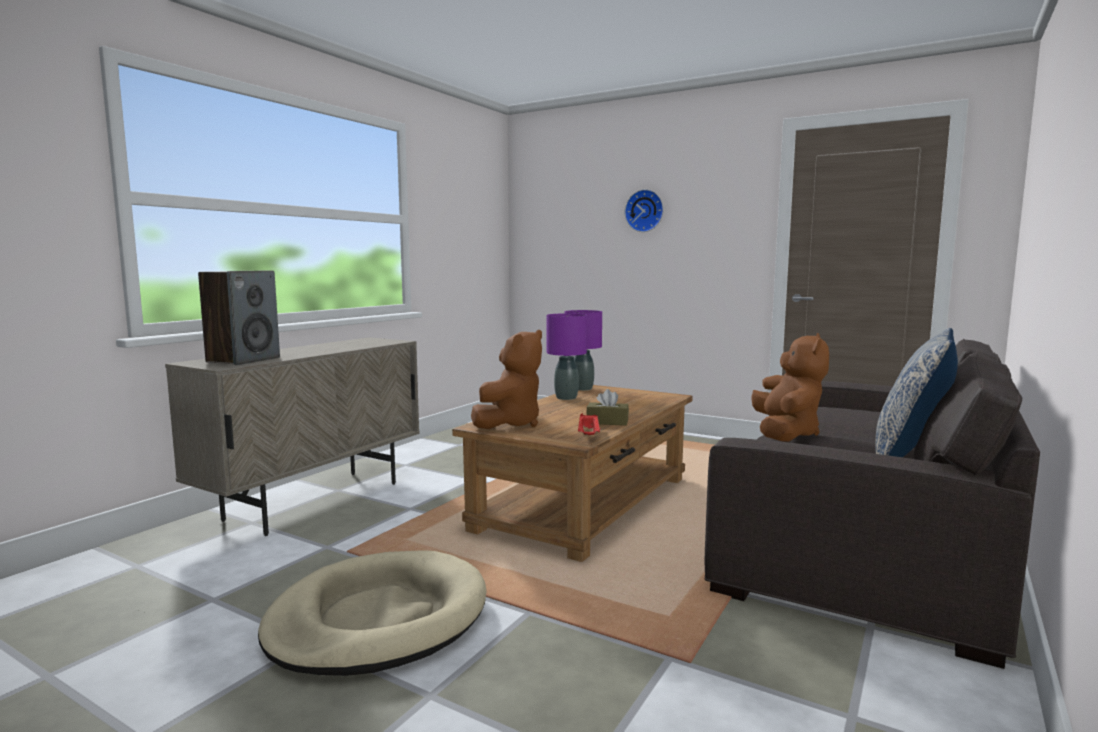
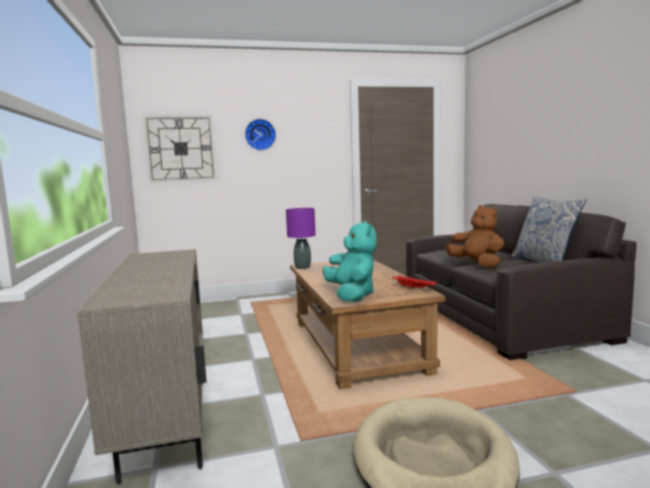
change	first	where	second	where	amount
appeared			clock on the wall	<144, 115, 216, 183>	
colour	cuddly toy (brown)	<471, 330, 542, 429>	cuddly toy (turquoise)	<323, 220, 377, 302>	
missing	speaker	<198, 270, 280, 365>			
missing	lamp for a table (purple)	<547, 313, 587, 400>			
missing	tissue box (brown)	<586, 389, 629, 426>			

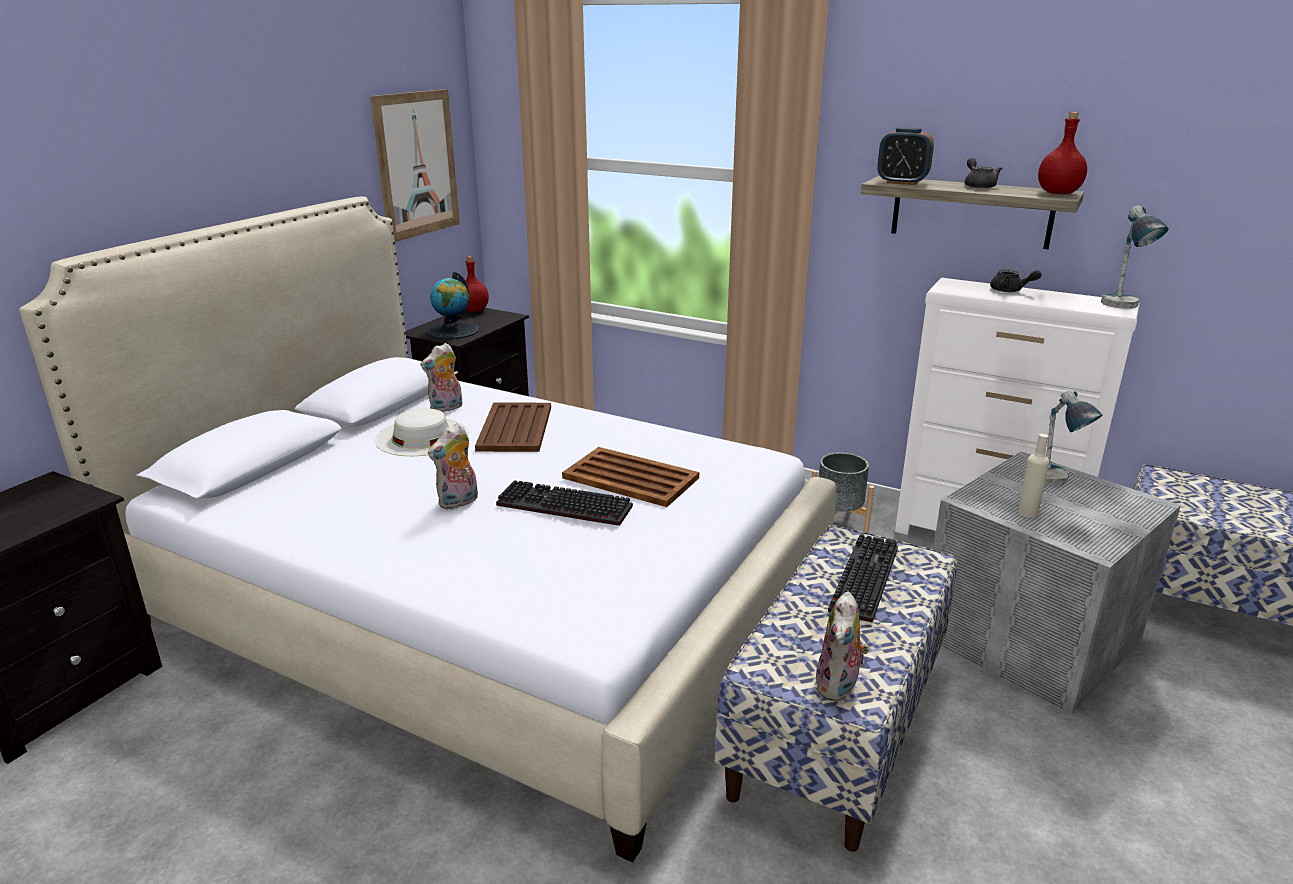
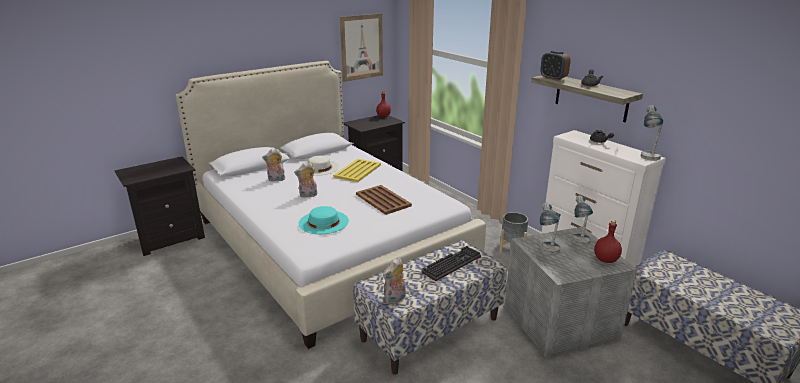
change	first	where	second	where	amount
relocated	cuddly toy	<420, 343, 463, 412>		<262, 149, 285, 182>	
appeared			clothing hat (turquoise)	<298, 206, 349, 234>	
colour	serving tray (brown)	<475, 402, 551, 452>	serving tray (yellow)	<333, 159, 381, 182>	
exchanged	drink bottle (beige)	<1017, 434, 1049, 518>	lamp for a table	<540, 203, 560, 255>	
relocated	drink bottle (red-coloured)	<1038, 112, 1087, 194>		<594, 220, 622, 263>	
missing	desk globe	<426, 272, 479, 339>			
missing	keyboard	<496, 481, 633, 526>			

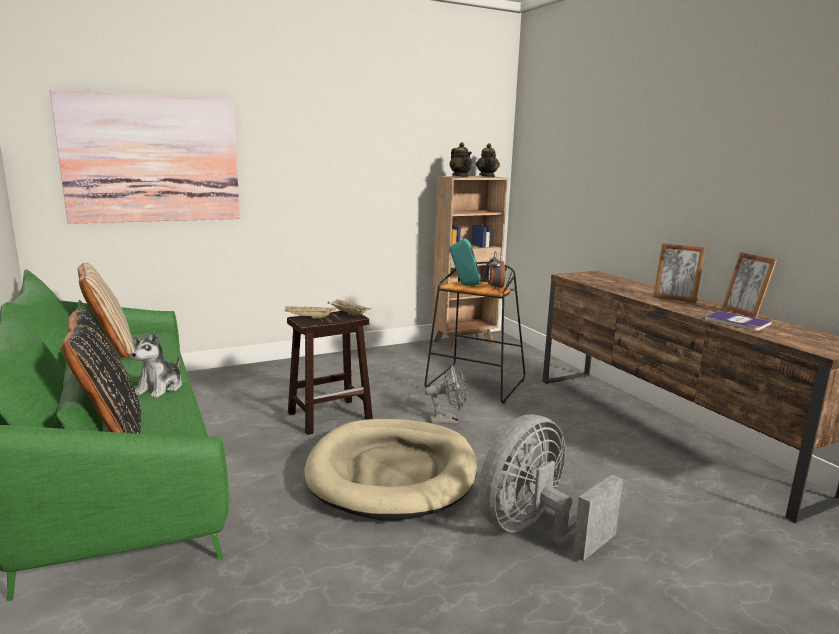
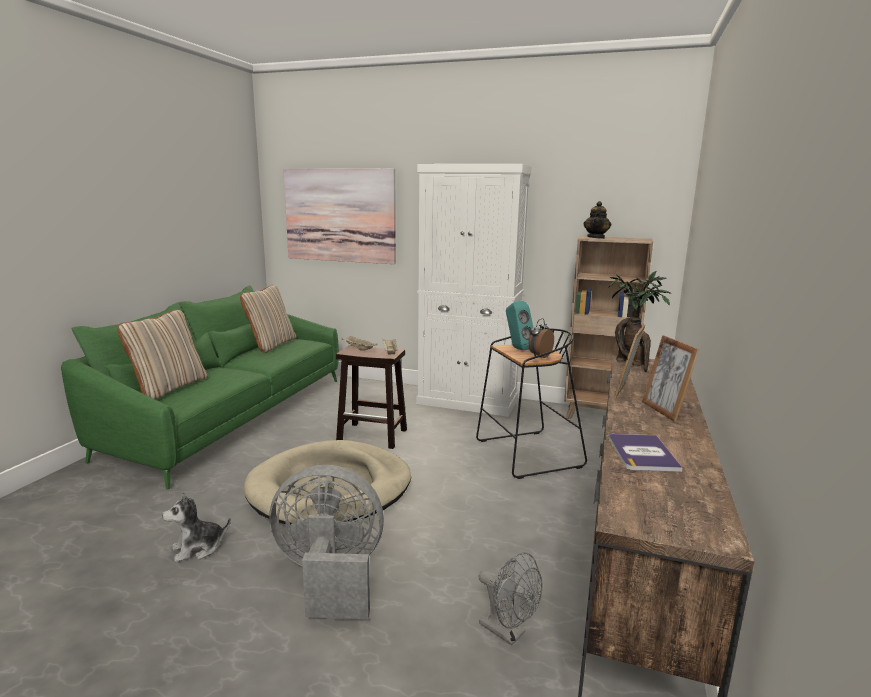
change	first	where	second	where	amount
colour	cushion (black)	<62, 309, 142, 434>	cushion (beige)	<117, 310, 207, 400>	
relocated	cuddly toy	<132, 331, 182, 398>		<162, 492, 231, 562>	
appeared			cupboard (white-coloured)	<416, 164, 531, 417>	
relocated	cooling fan (gray)	<425, 364, 467, 424>		<479, 552, 542, 645>	
appeared			houseplant	<608, 271, 671, 372>	
relocated	standing frame	<722, 252, 777, 318>		<614, 325, 645, 399>	
missing	tea pot	<476, 143, 500, 177>			

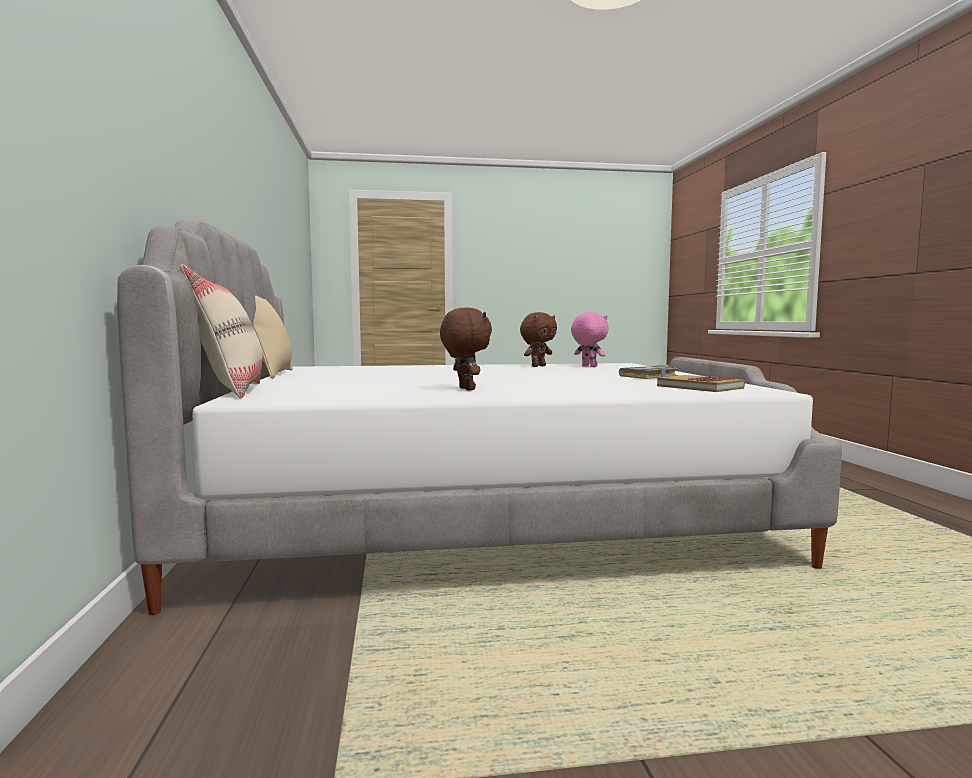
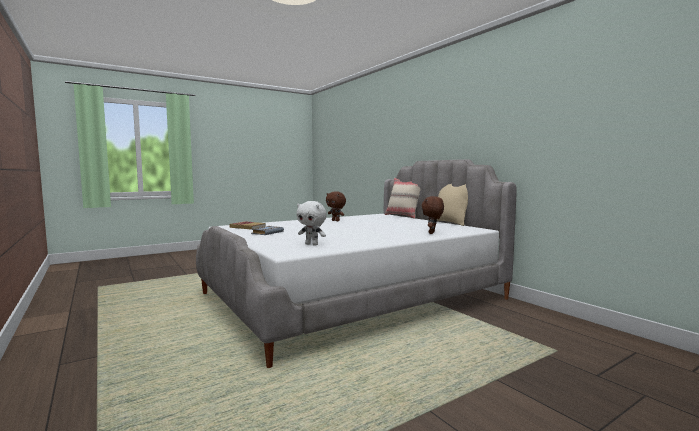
change	first	where	second	where	amount
colour	cuddly toy (pinkish)	<571, 312, 609, 367>	cuddly toy (white-coloured)	<297, 201, 327, 245>	
relocated	cuddly toy (brown)	<520, 312, 557, 367>		<421, 196, 444, 234>	

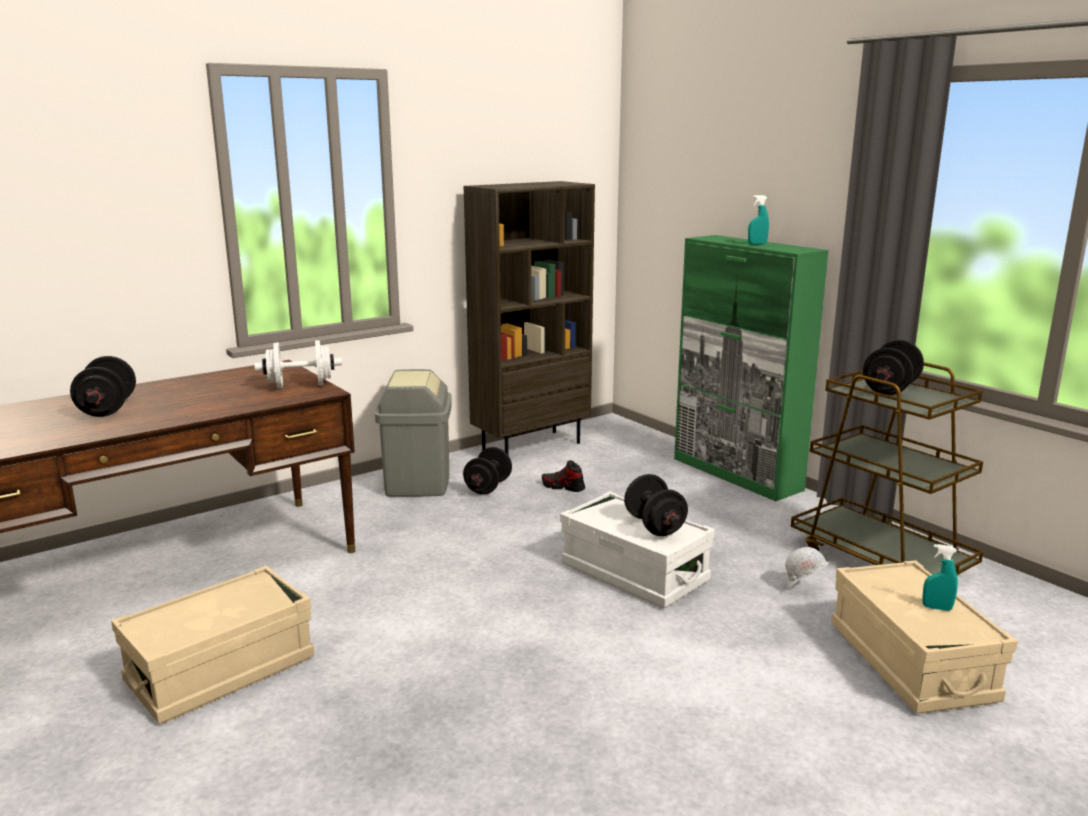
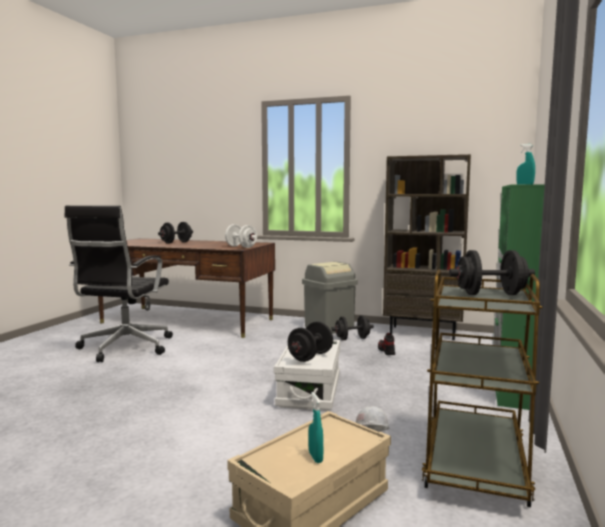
change	first	where	second	where	amount
exchanged	storage container (beige)	<111, 566, 314, 724>	desk chair (black)	<64, 205, 173, 362>	

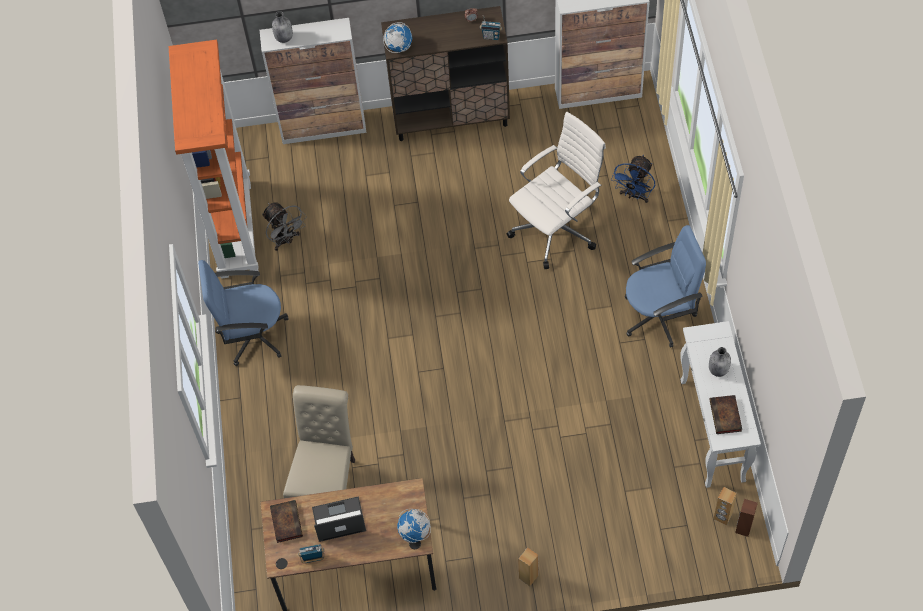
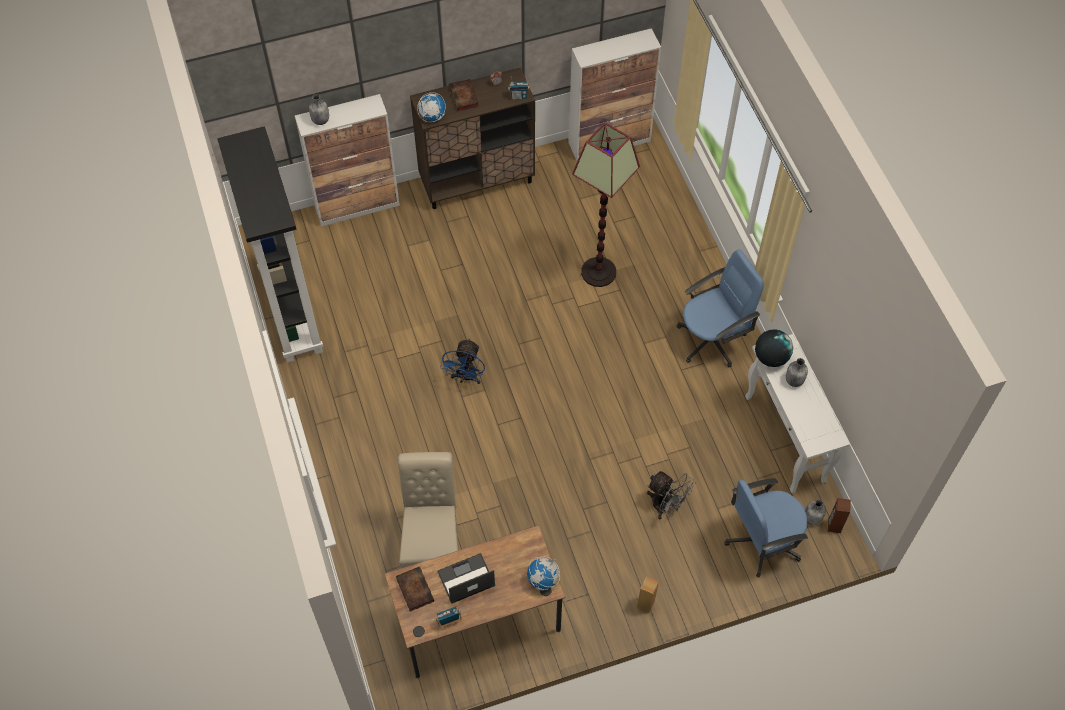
change	first	where	second	where	amount
colour	shelving unit (orangey)	<169, 40, 259, 279>	shelving unit (black)	<217, 126, 323, 362>	
relocated	cooling fan (bluish)	<611, 155, 655, 203>		<440, 338, 485, 384>	
relocated	volume	<709, 395, 742, 434>		<449, 79, 479, 111>	
exchanged	desk chair (white-coloured)	<507, 112, 606, 269>	floor lamp	<572, 122, 640, 287>	
relocated	cooling fan (gray)	<262, 202, 307, 251>		<647, 471, 695, 519>	
relocated	desk chair (bluish)	<198, 260, 289, 366>		<724, 478, 808, 578>	
appeared			desk globe	<755, 329, 793, 367>	
exchanged	speaker (brown)	<714, 487, 737, 525>	drink bottle (gray)	<805, 499, 826, 525>	

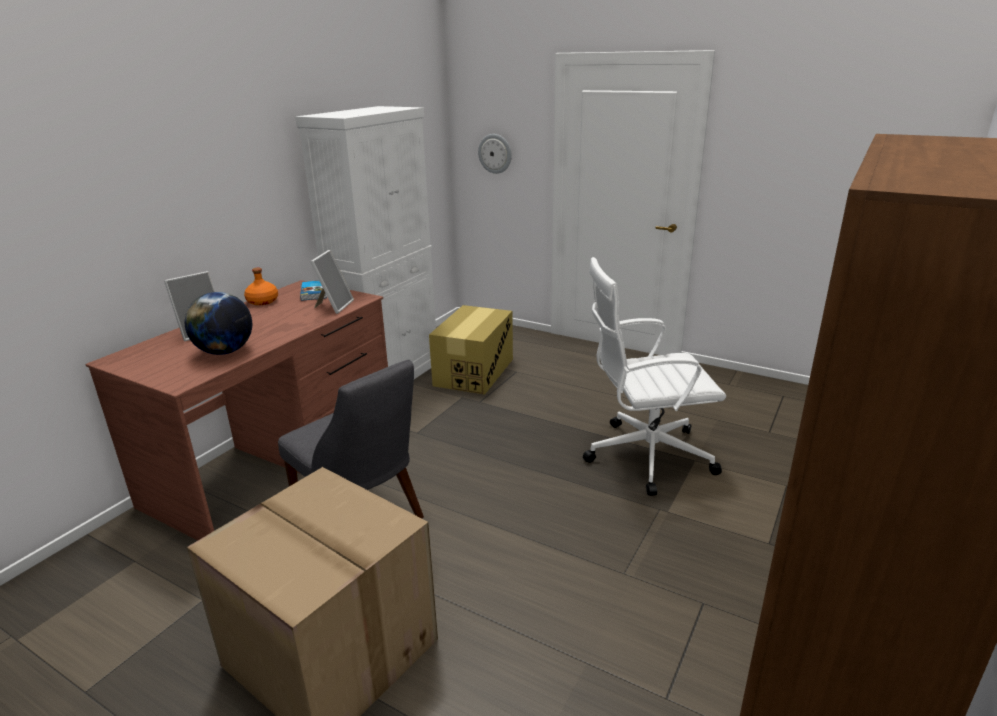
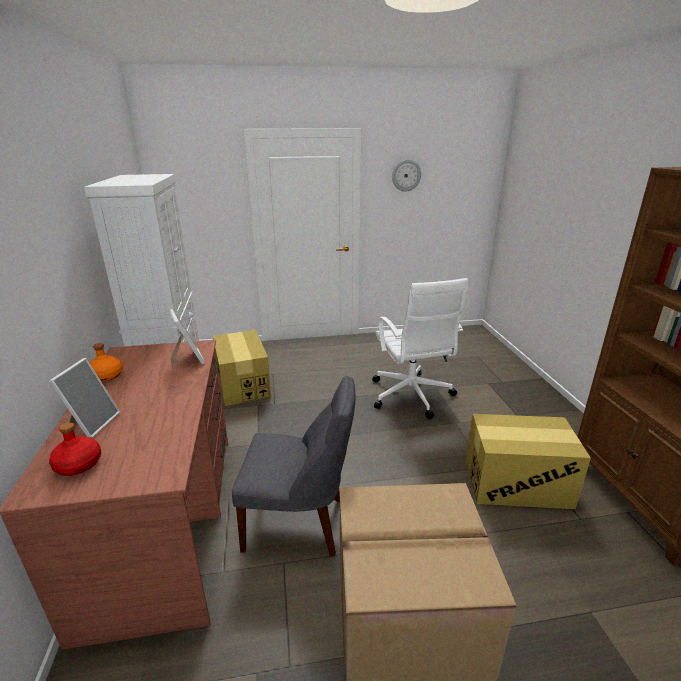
change	first	where	second	where	amount
appeared			drink bottle (red-coloured)	<49, 422, 101, 476>	
spun	desk chair (white-coloured)	<583, 257, 726, 496>		<372, 278, 468, 419>	60 degrees counterclockwise
relocated	clock on the wall	<478, 134, 512, 174>		<392, 160, 421, 192>	
appeared			cardboard box	<466, 414, 591, 509>	
missing	desk globe	<185, 292, 252, 355>			
missing	volume	<300, 281, 327, 301>			

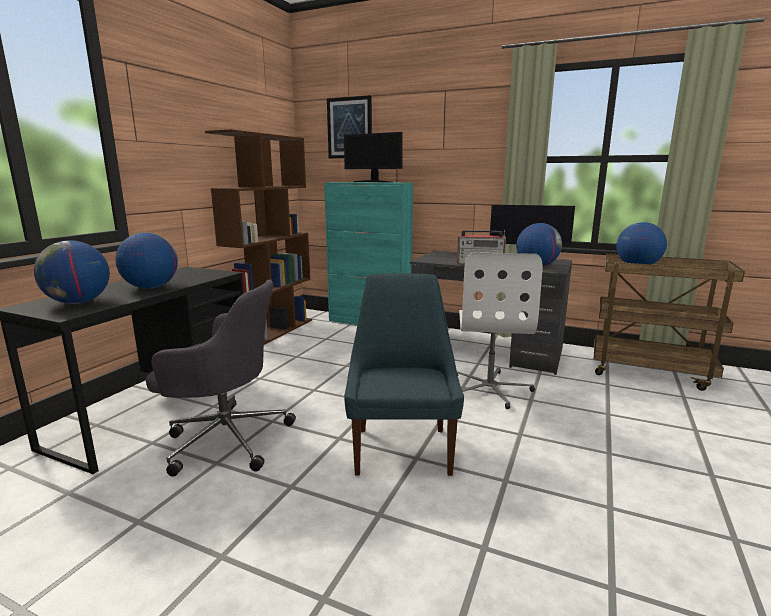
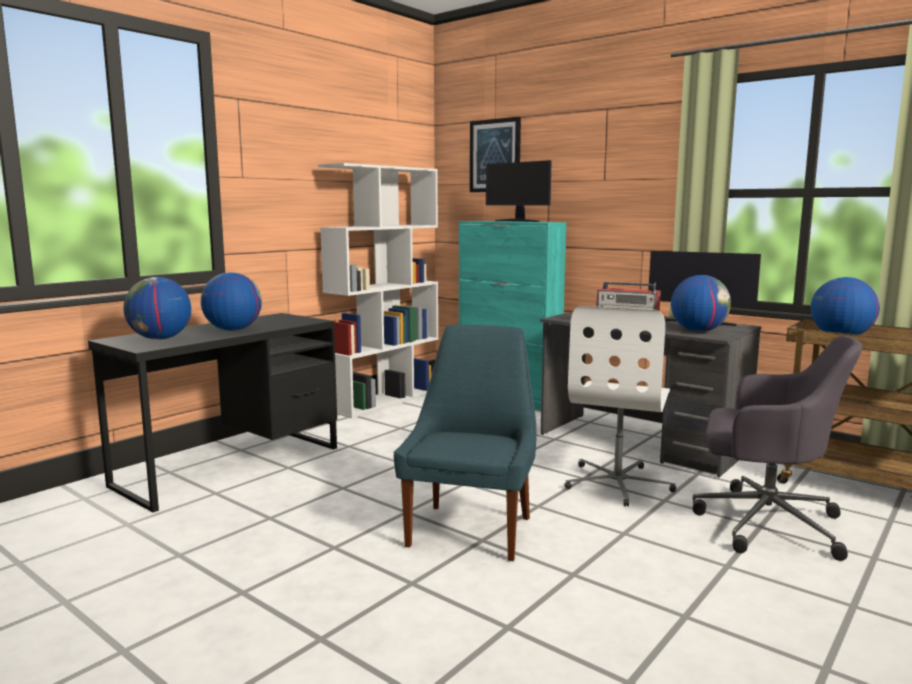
change	first	where	second	where	amount
colour	shelving unit (brown)	<205, 130, 312, 345>	shelving unit (white-coloured)	<318, 163, 438, 418>	
relocated	desk chair (gray)	<146, 280, 296, 477>		<692, 336, 862, 561>	

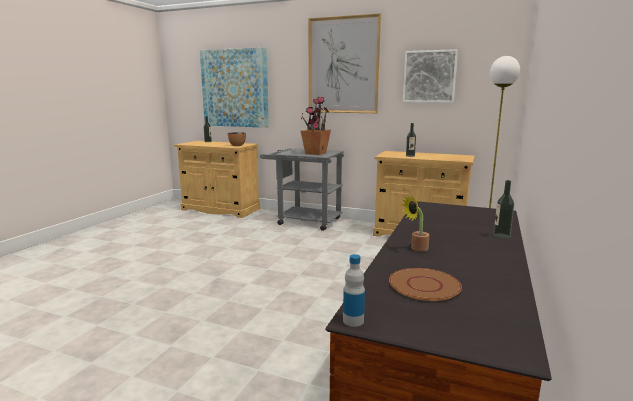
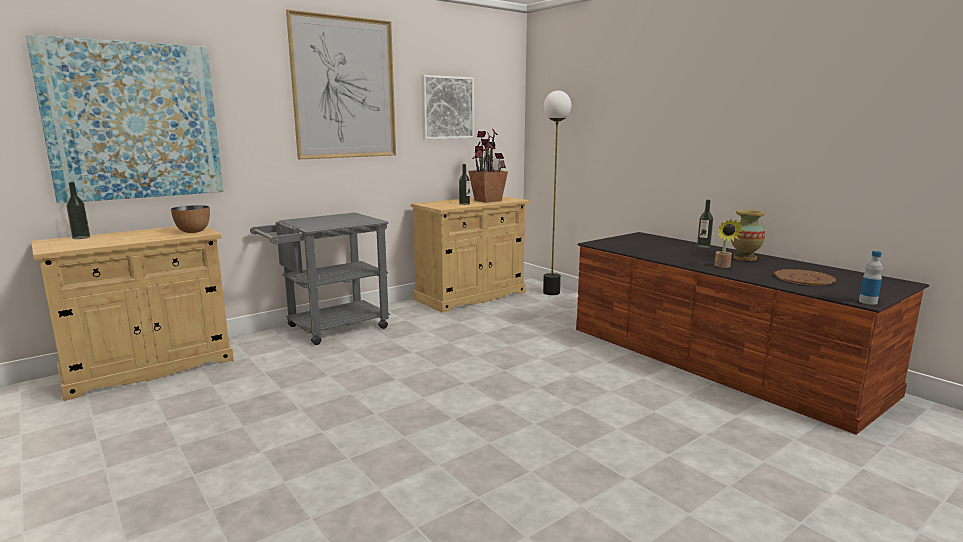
change	first	where	second	where	amount
relocated	houseplant	<301, 97, 331, 155>		<468, 129, 508, 203>	
appeared			vase	<731, 210, 765, 261>	

